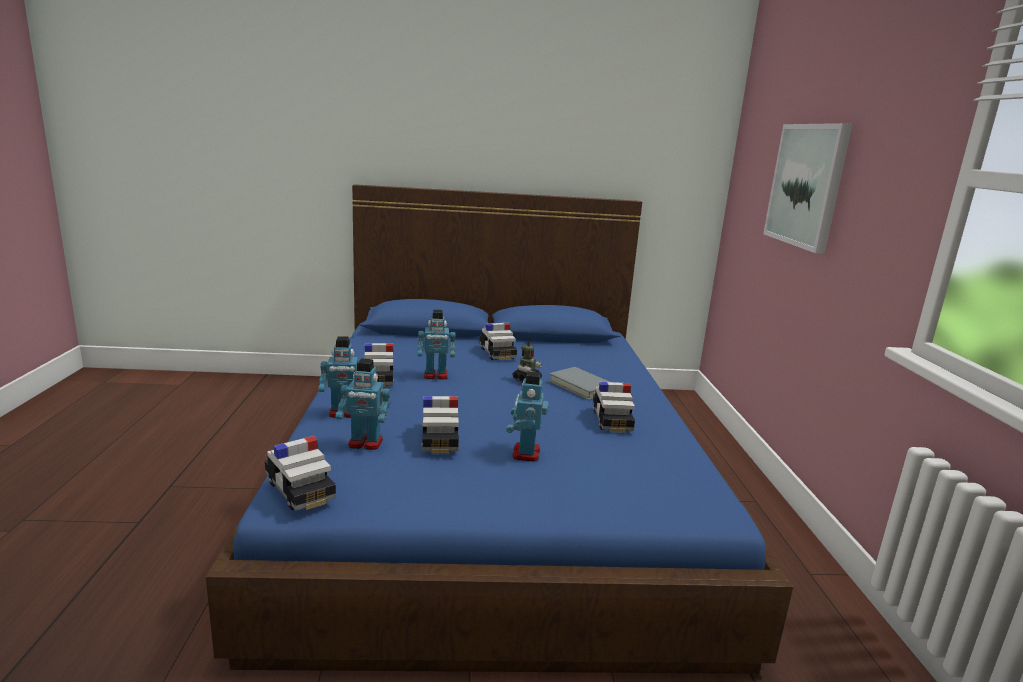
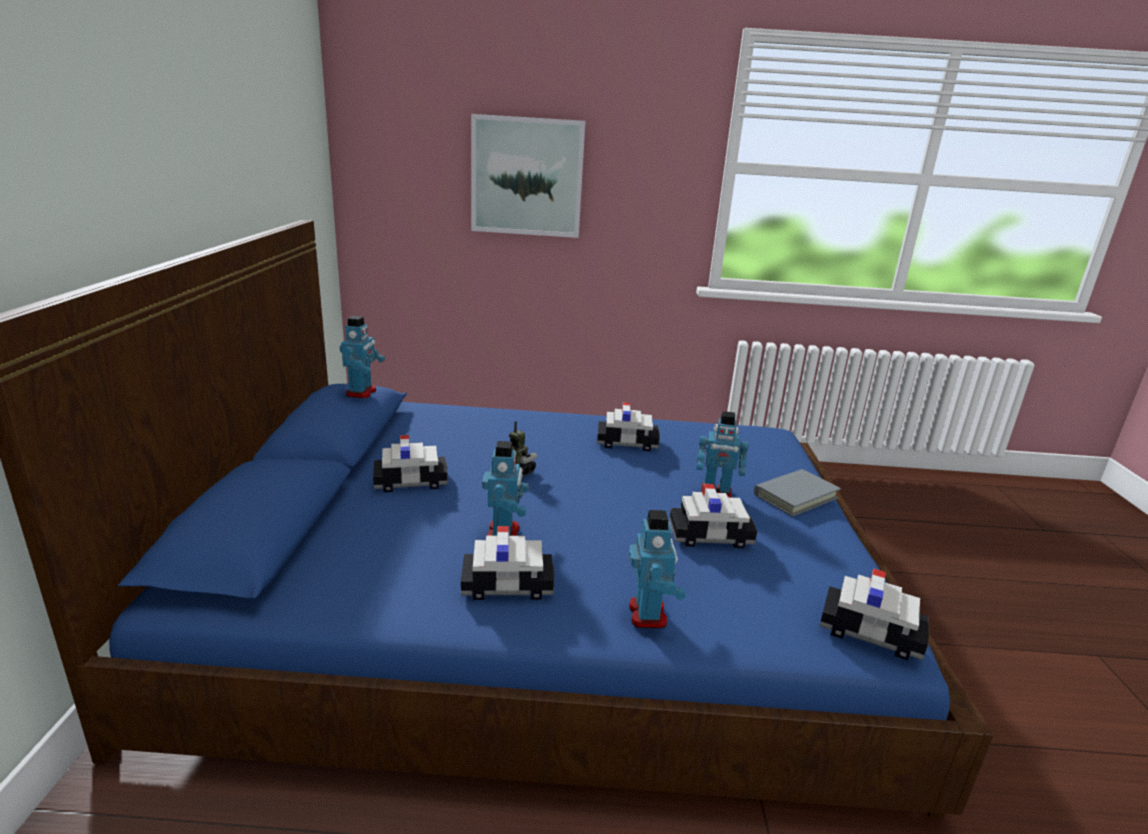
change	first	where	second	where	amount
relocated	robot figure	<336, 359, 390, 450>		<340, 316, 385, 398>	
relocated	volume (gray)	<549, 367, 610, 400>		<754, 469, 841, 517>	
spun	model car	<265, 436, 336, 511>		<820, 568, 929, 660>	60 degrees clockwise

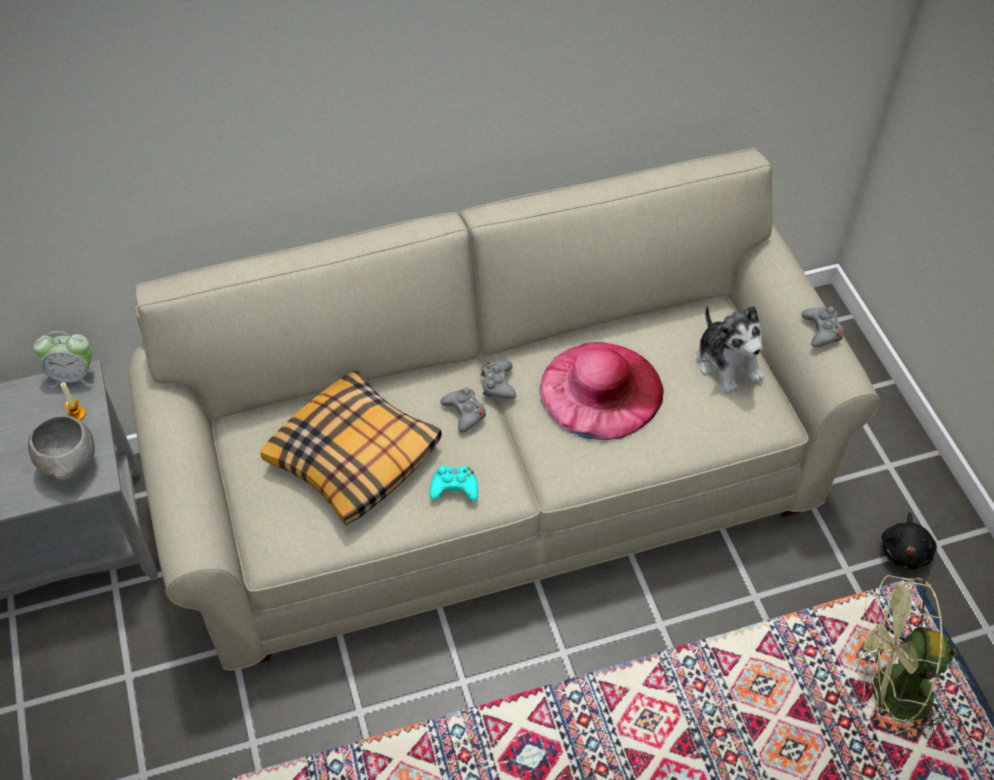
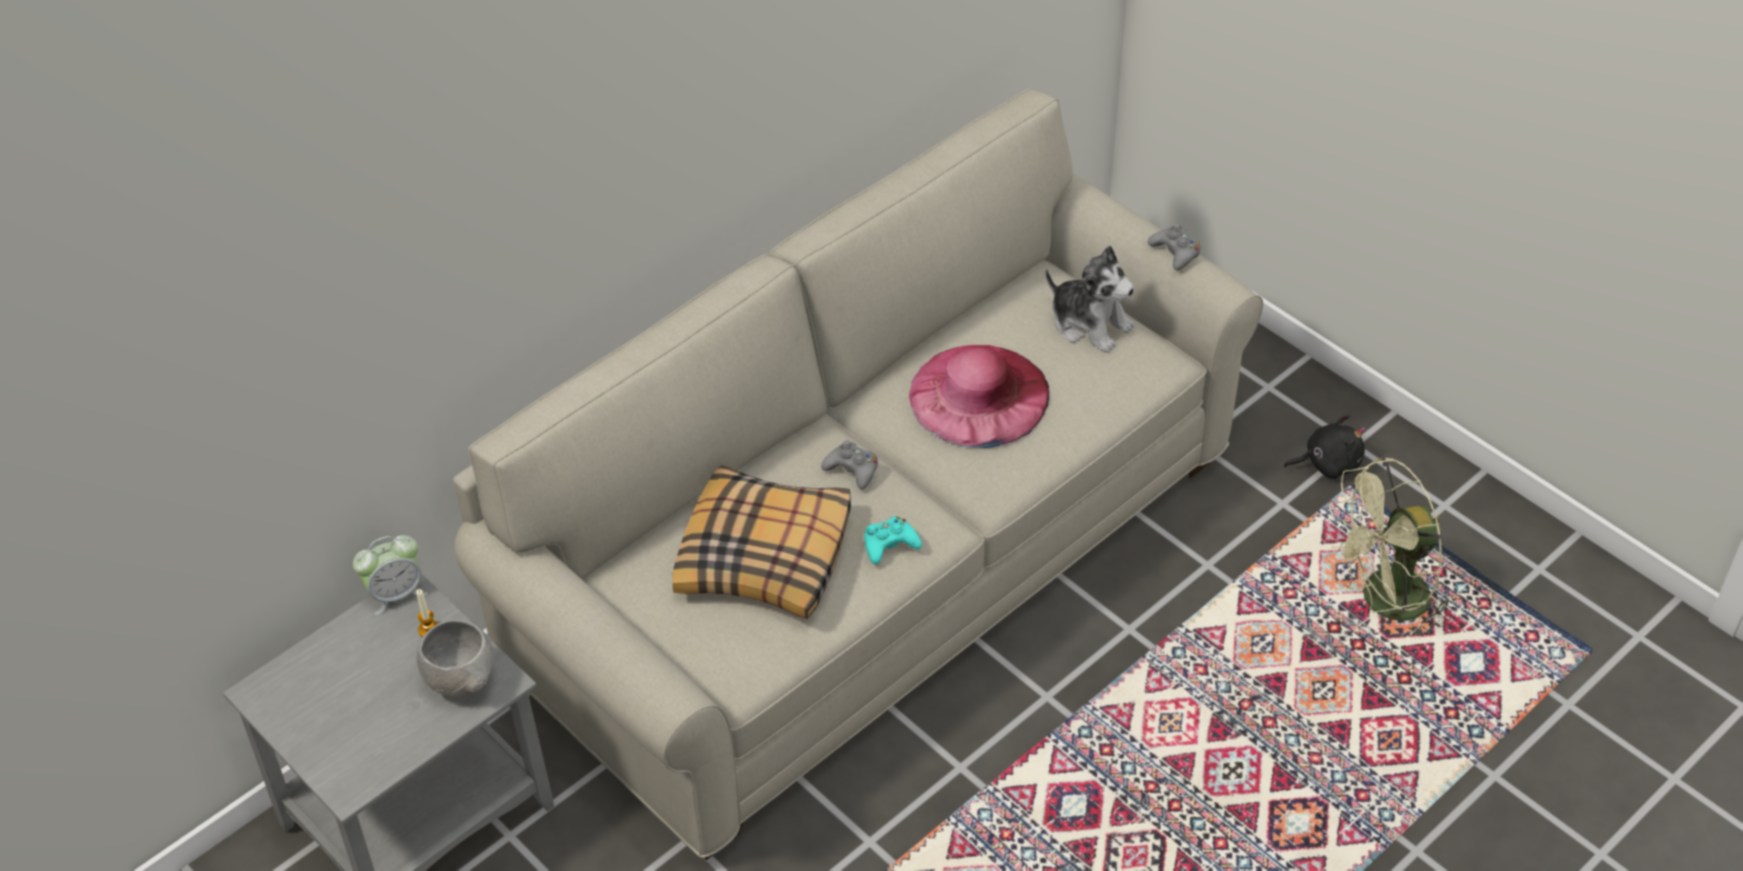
change	first	where	second	where	amount
spun	cuddly toy (black)	<882, 513, 937, 570>		<1283, 414, 1365, 479>	90 degrees counterclockwise
missing	joypad (gray)	<480, 360, 516, 399>			

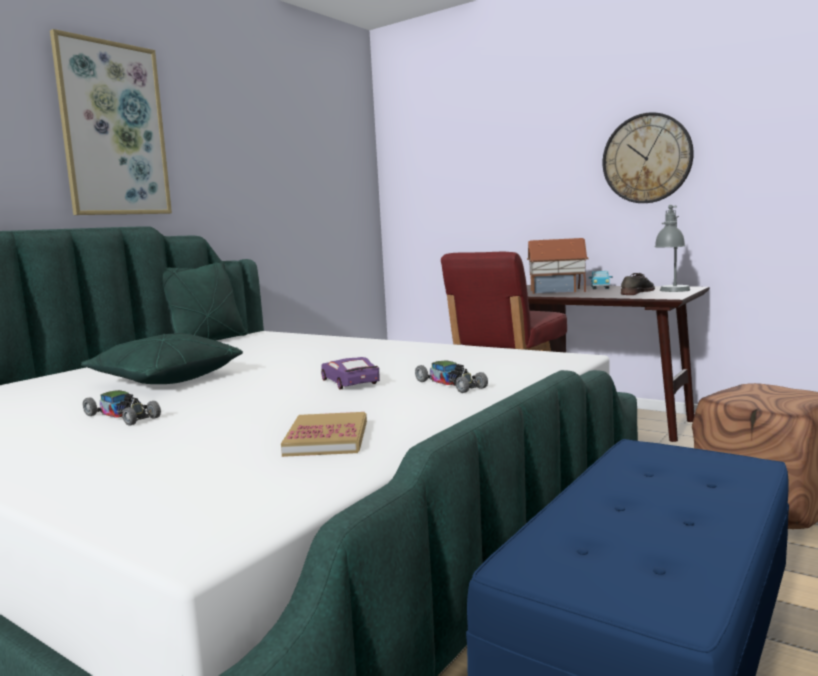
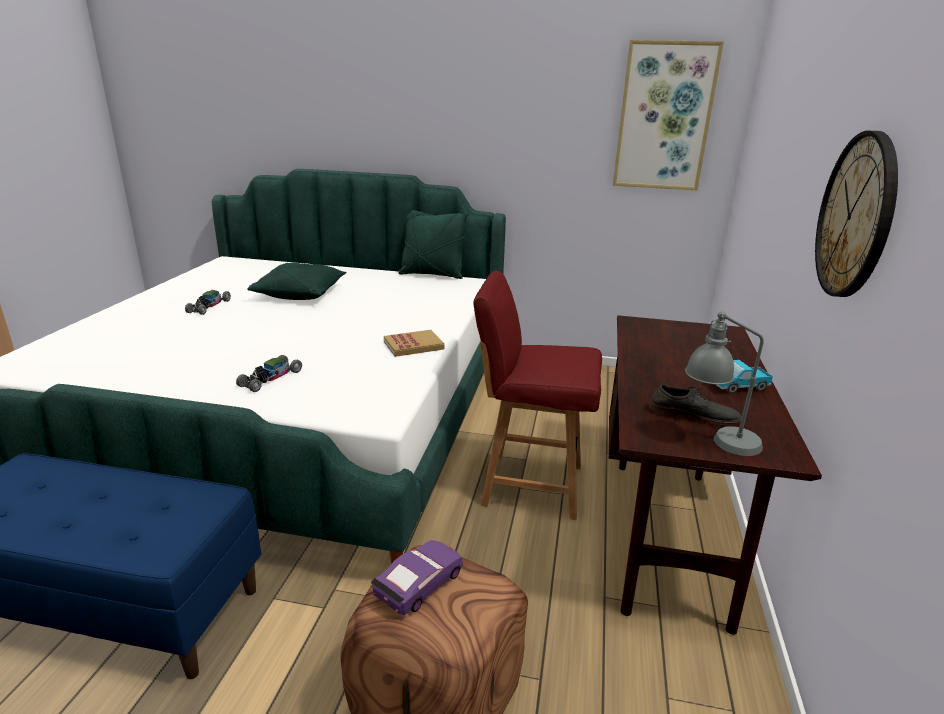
change	first	where	second	where	amount
relocated	model car (purple)	<321, 357, 380, 389>		<371, 540, 463, 615>	
relocated	volume	<281, 412, 367, 457>		<384, 330, 444, 357>	
relocated	picture	<50, 29, 172, 215>		<613, 40, 724, 190>	
missing	toy house	<527, 238, 588, 294>			

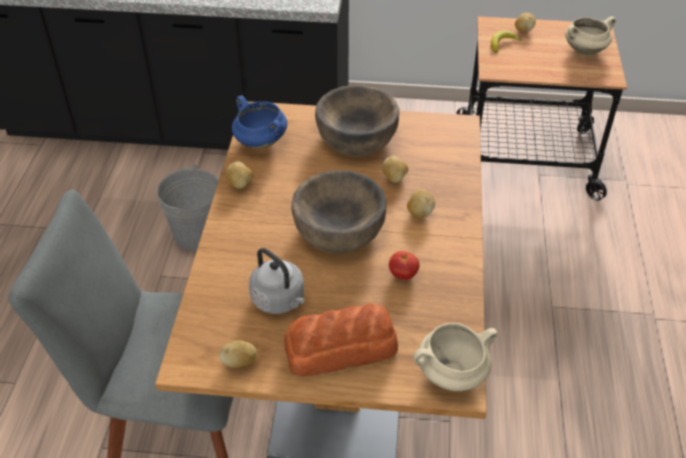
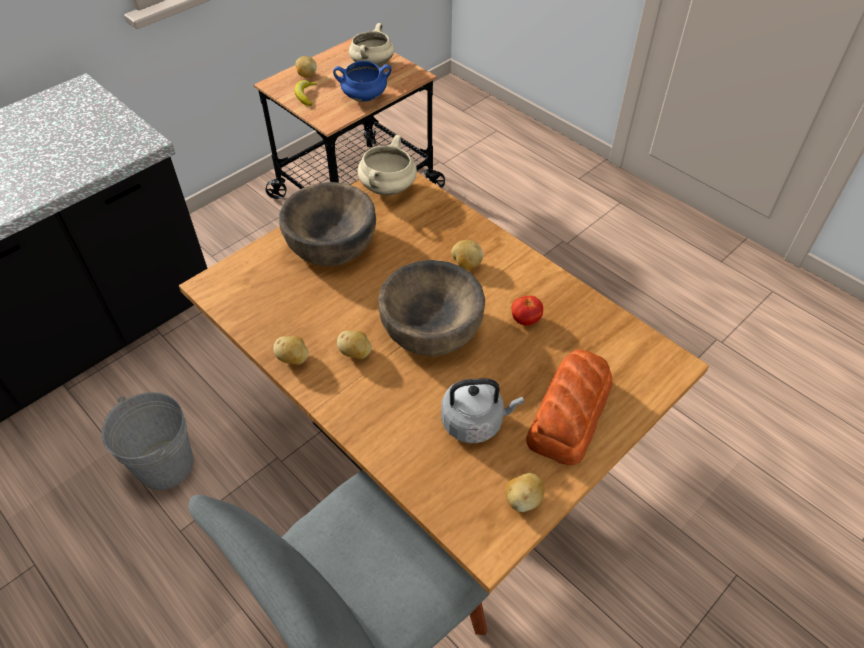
change	first	where	second	where	amount
relocated	stockpot (bluish)	<232, 95, 287, 148>		<333, 61, 392, 102>	
relocated	potato	<382, 156, 408, 183>		<337, 330, 371, 359>	
relocated	stockpot (beige)	<413, 323, 498, 391>		<357, 135, 417, 195>	

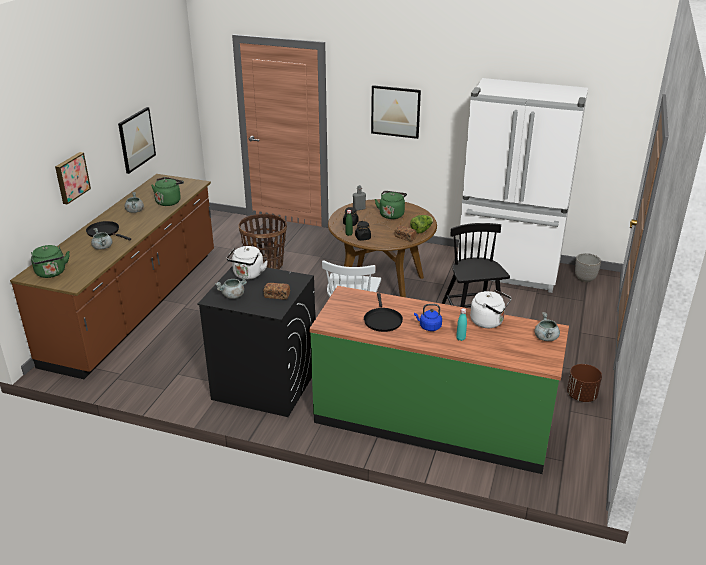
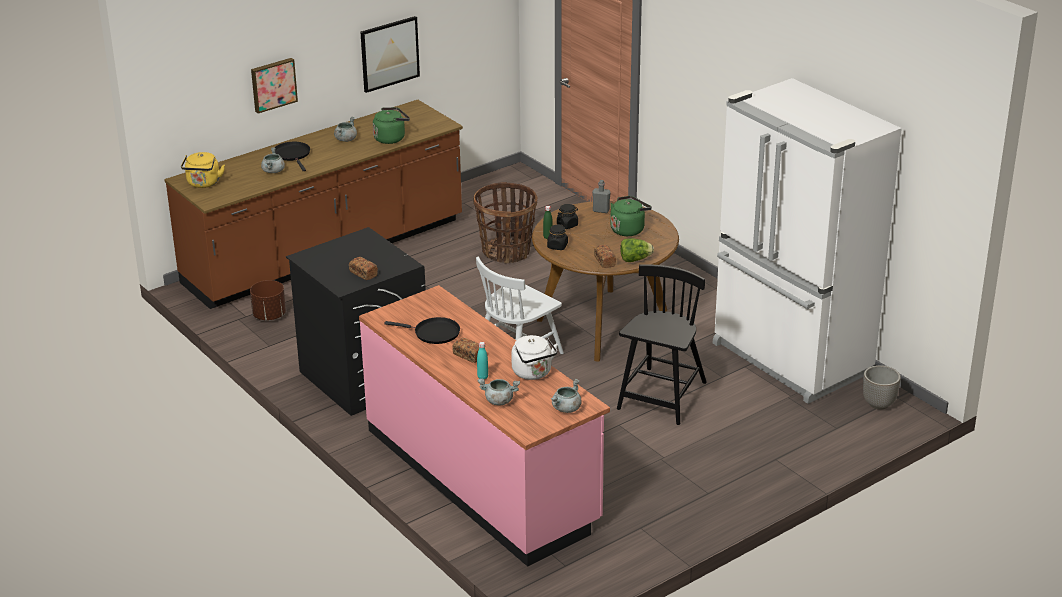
change	first	where	second	where	amount
colour	water kettle (green-coloured)	<31, 245, 70, 278>	water kettle (yellow)	<181, 152, 225, 188>	
relocated	planter (brown)	<567, 364, 602, 402>		<250, 280, 286, 320>	
colour	kitchen counter (green-coloured)	<309, 286, 569, 474>	kitchen counter (pinkish)	<359, 285, 610, 567>	
spun	pan (black)	<364, 293, 403, 332>		<384, 317, 460, 344>	105 degrees counterclockwise
exchanged	water kettle (bluish)	<414, 304, 442, 331>	bakery bread	<452, 338, 479, 363>	
relocated	stockpot (gray)	<215, 275, 247, 299>		<478, 379, 520, 405>	
missing	water kettle (white-coloured)	<227, 246, 268, 280>			
missing	picture	<371, 85, 421, 139>			

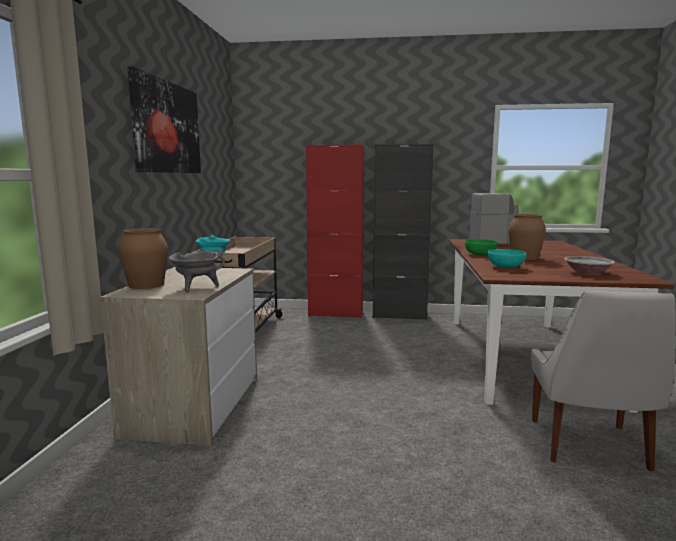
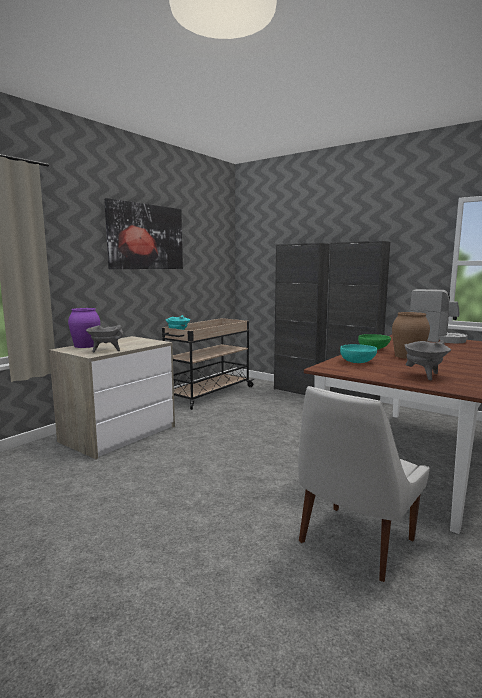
change	first	where	second	where	amount
colour	vase (brown)	<119, 228, 168, 289>	vase (purple)	<68, 308, 100, 348>	
colour	cupboard (red-coloured)	<306, 144, 364, 318>	cupboard (black)	<274, 243, 330, 395>	
exchanged	bowl	<564, 256, 615, 275>	stockpot (gray)	<404, 340, 451, 381>	

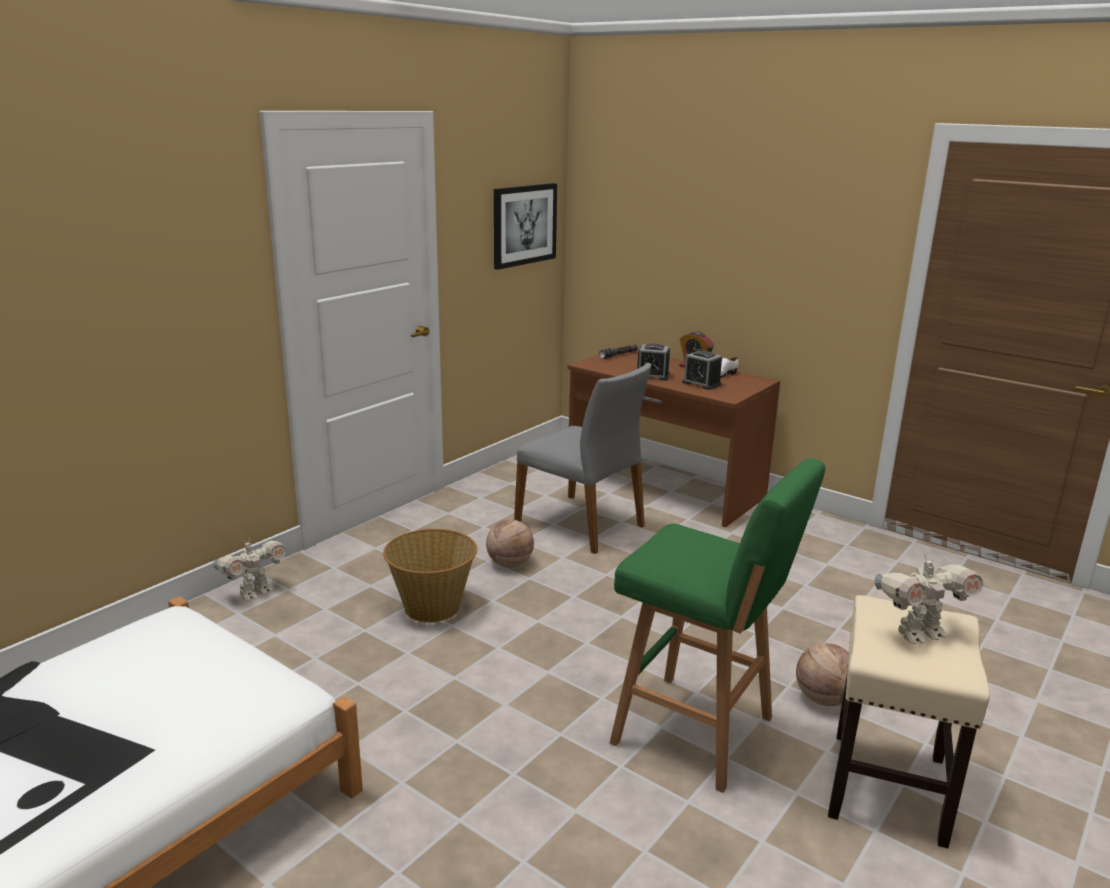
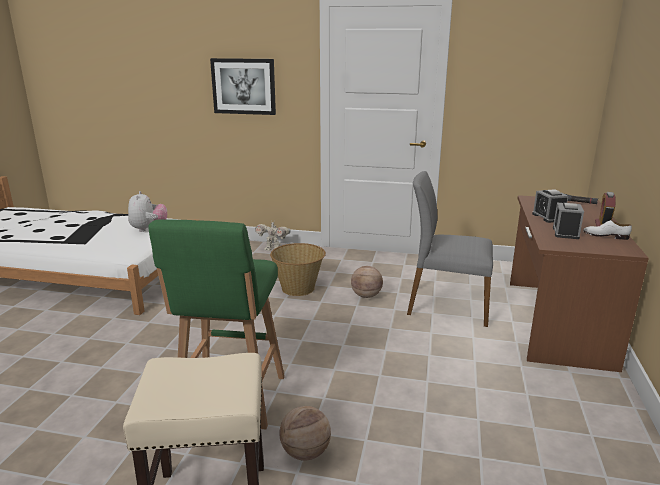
change	first	where	second	where	amount
appeared			cuddly toy	<128, 191, 167, 232>	
relocated	picture	<494, 183, 557, 270>		<210, 58, 276, 115>	
spun	upright chair (gray)	<514, 363, 651, 554>		<407, 171, 493, 327>	90 degrees clockwise
missing	robot figure	<875, 552, 983, 644>			

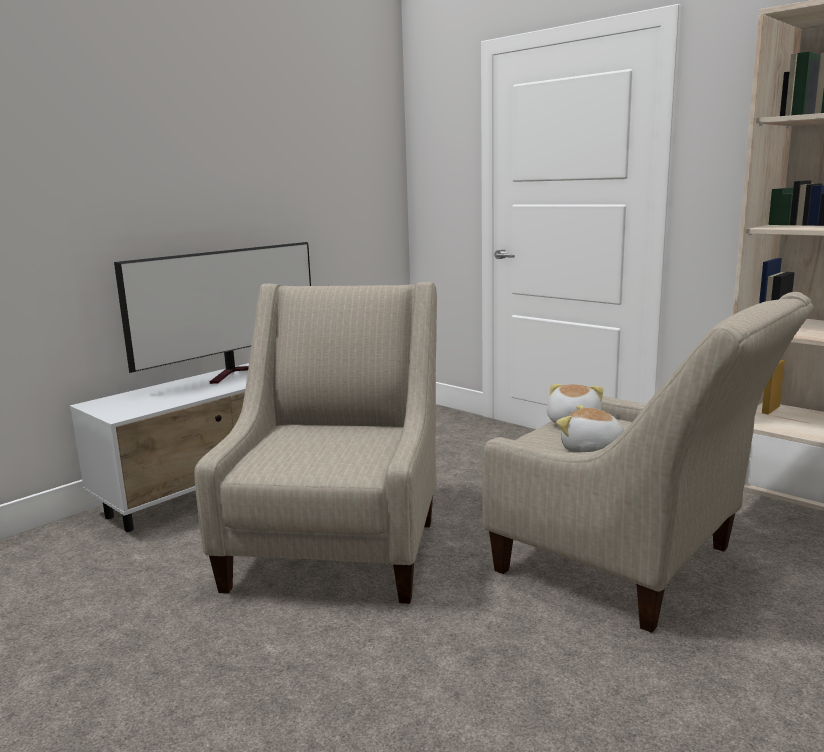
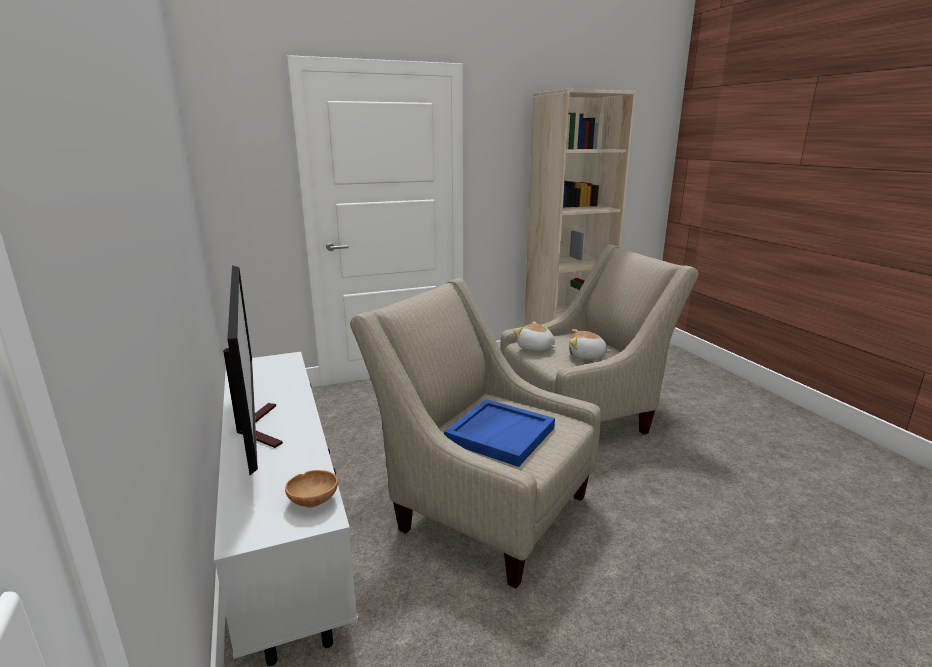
change	first	where	second	where	amount
appeared			bowl (brown)	<285, 470, 338, 508>	
appeared			serving tray (bluish)	<444, 399, 555, 467>	
spun	cuddly toy	<556, 405, 625, 453>		<569, 329, 612, 360>	45 degrees clockwise

